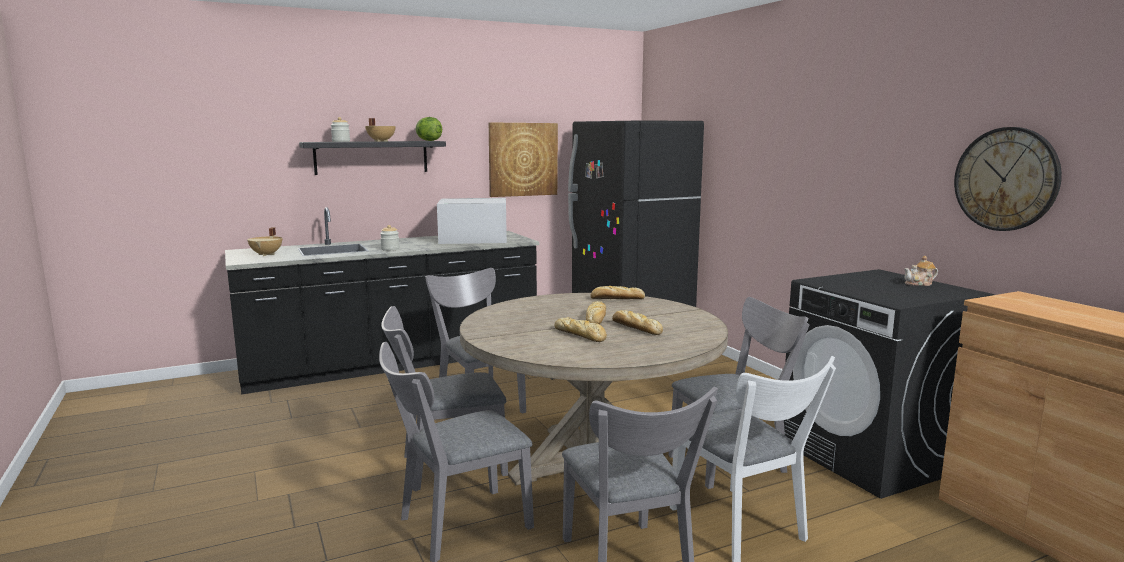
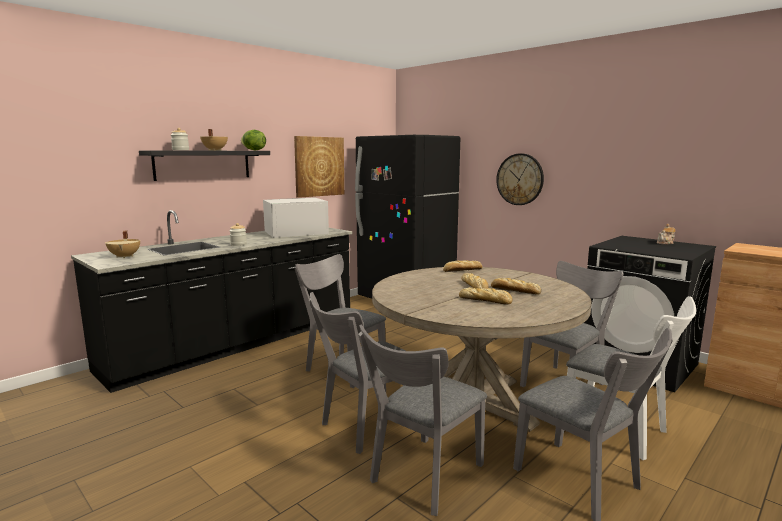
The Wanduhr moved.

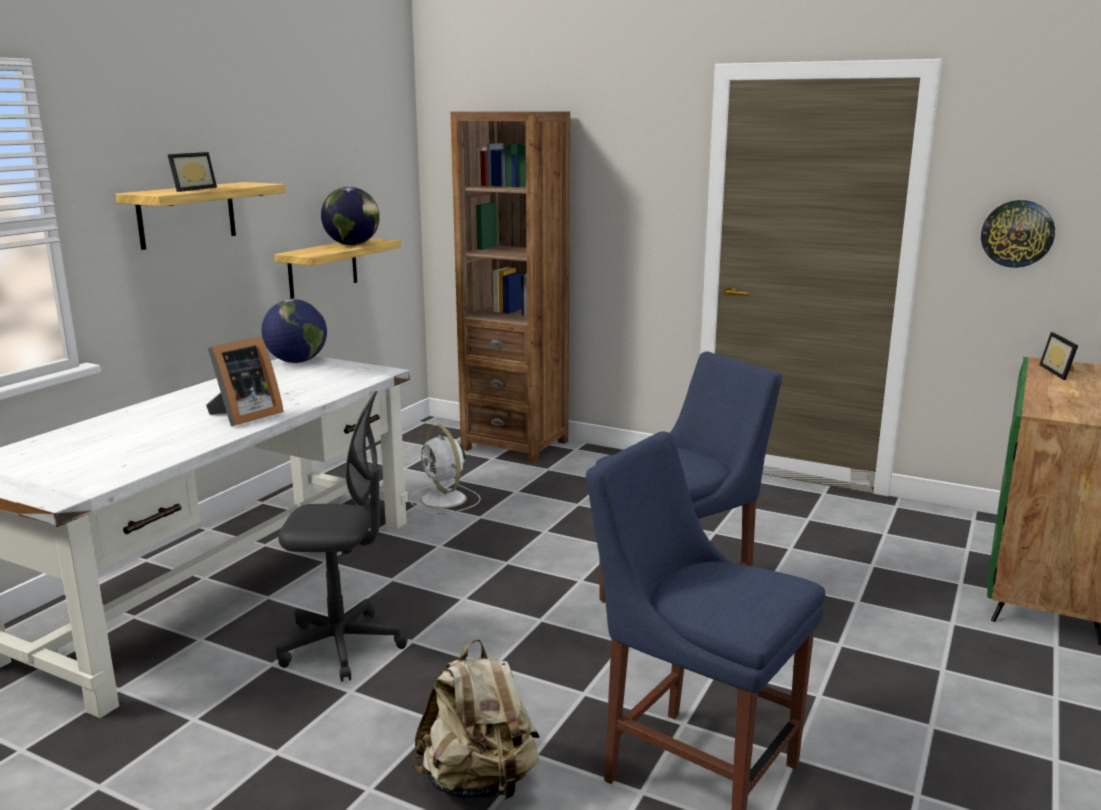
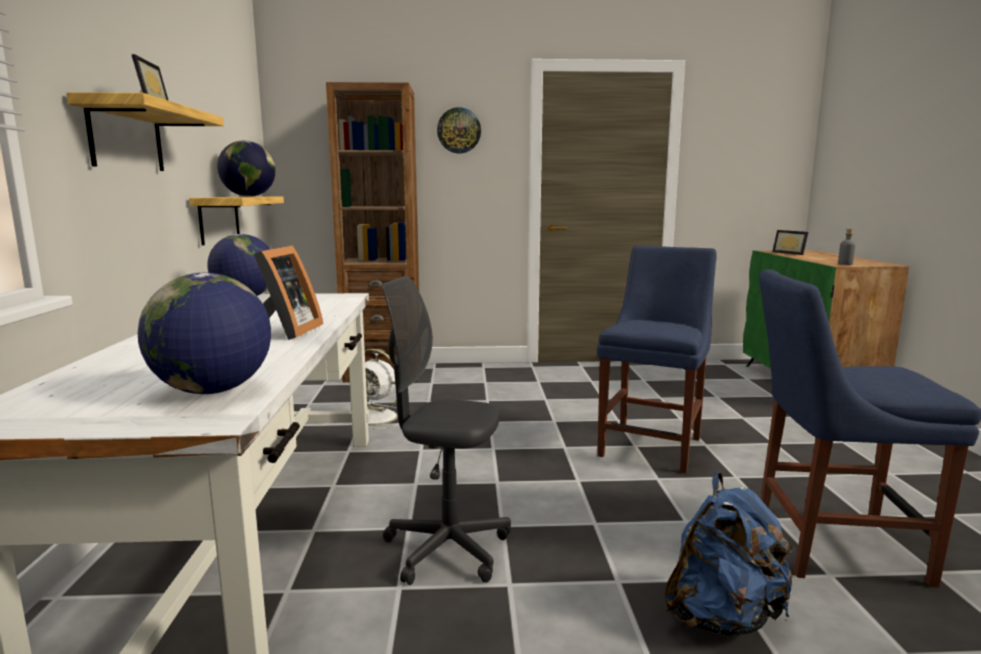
The Wanduhr moved.
The Bürostuhl (grau) turned 135 degrees counterclockwise.
The Rucksack (beige) became the Rucksack (blau).
The Flasche (grau) appeared.
The Globus (1st from left) appeared.

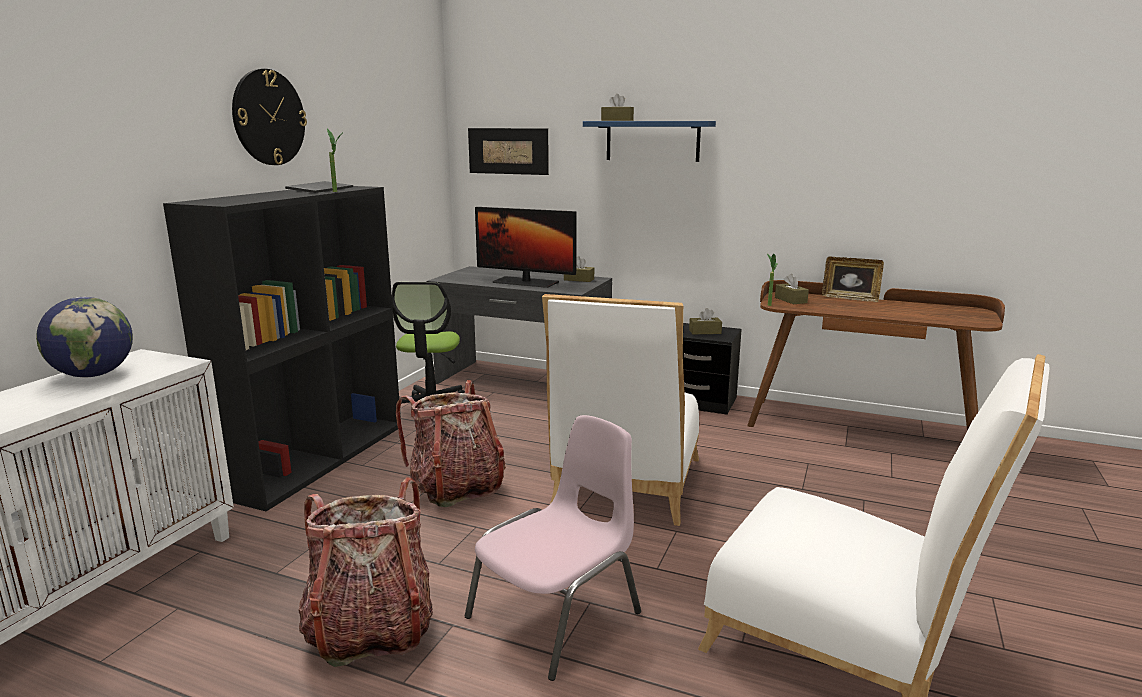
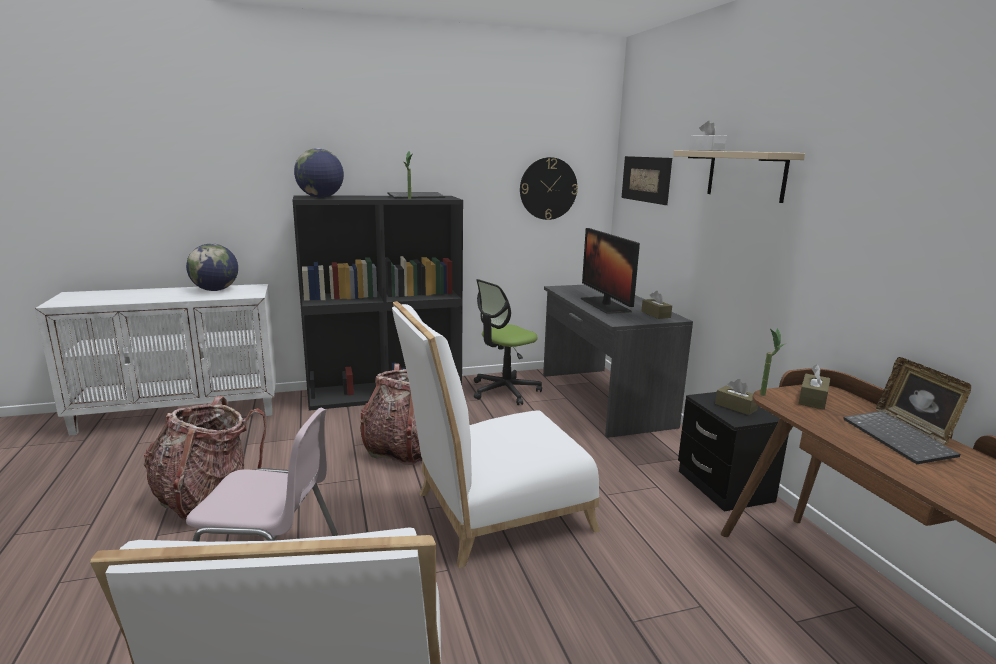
The Wanduhr moved.
The Taschentuchbox (braun) (2nd from left) became the Taschentuchbox (weiß).
The Wandregal (blau) became the Wandregal (beige).
The Globus (2nd from left) appeared.
The Tastatur (2nd from left) appeared.

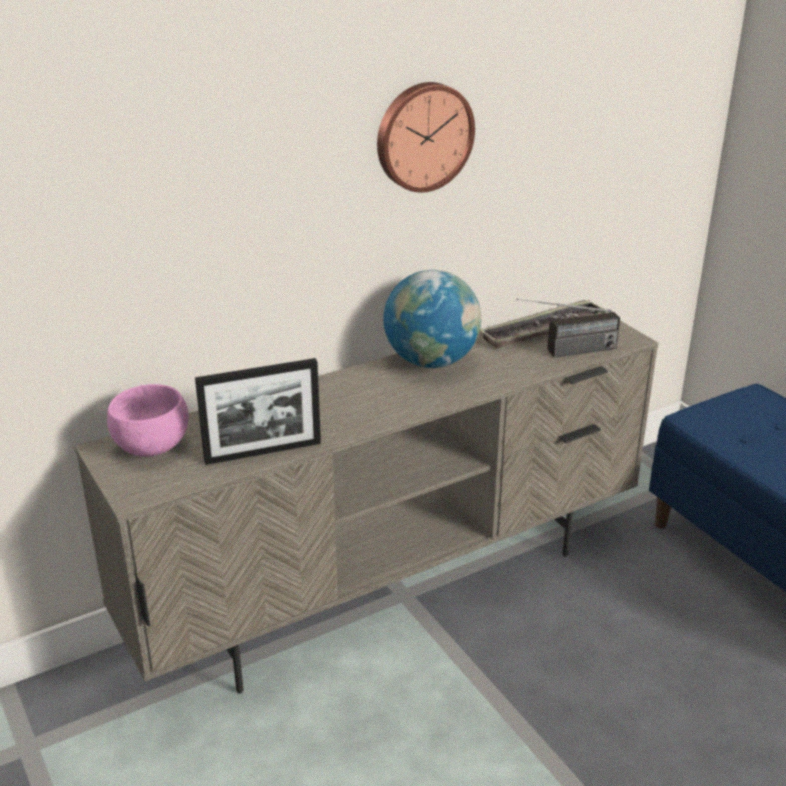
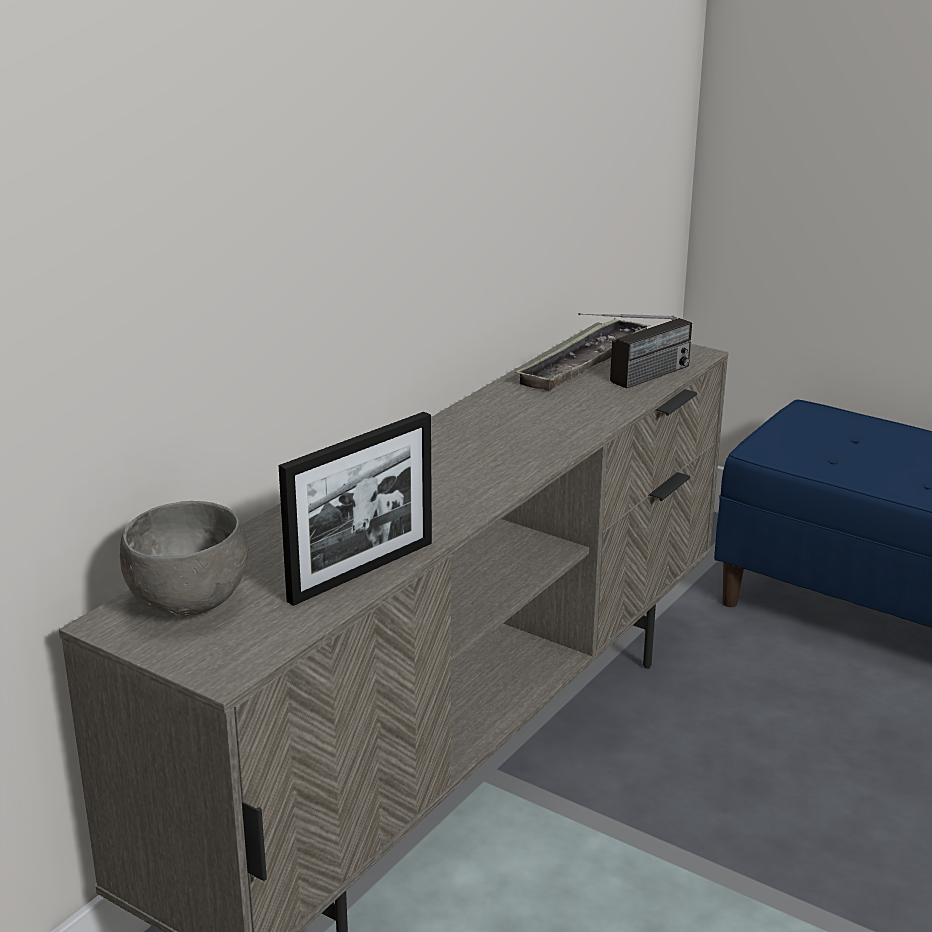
The Wanduhr disappeared.
The Globus disappeared.
The Schüssel (rosa) became the Schüssel (grau).

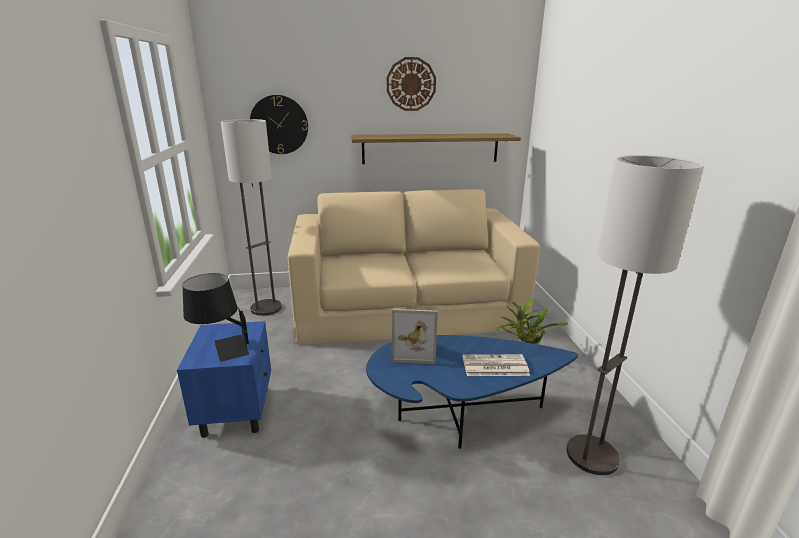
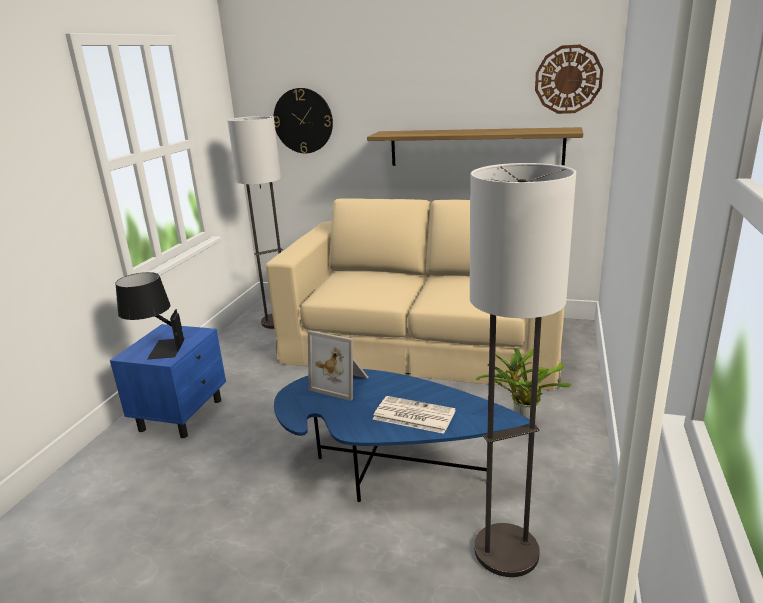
The Wanduhr (2nd from left) moved.

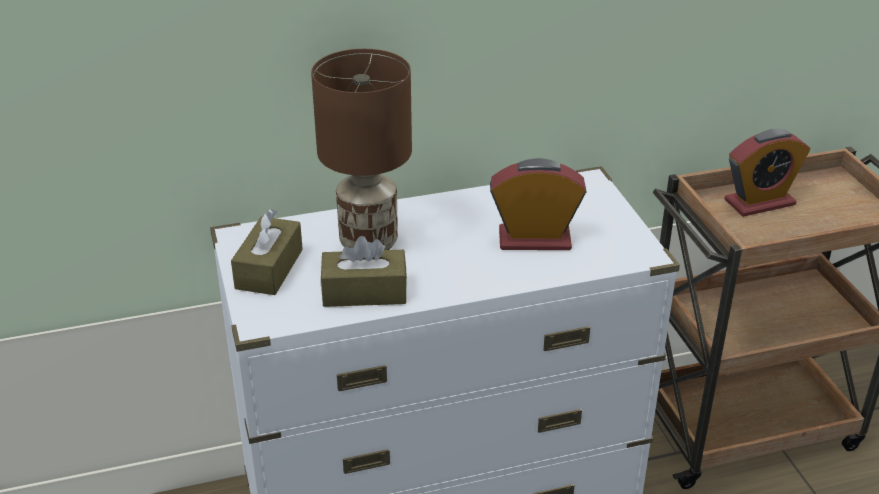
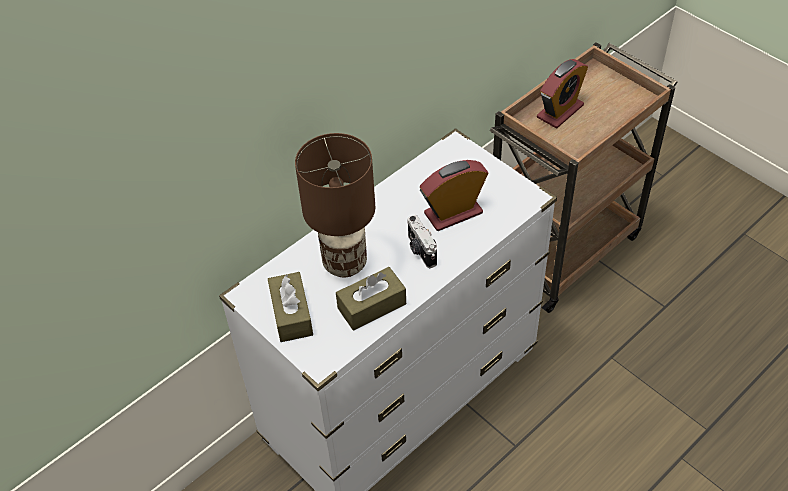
The Kamera appeared.

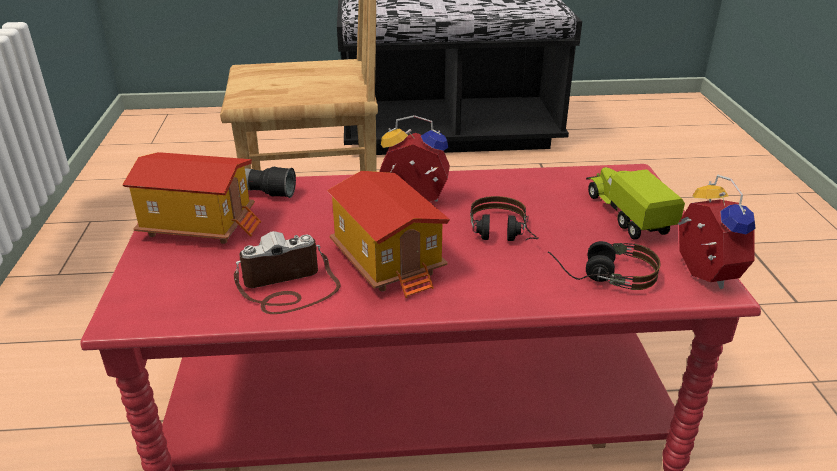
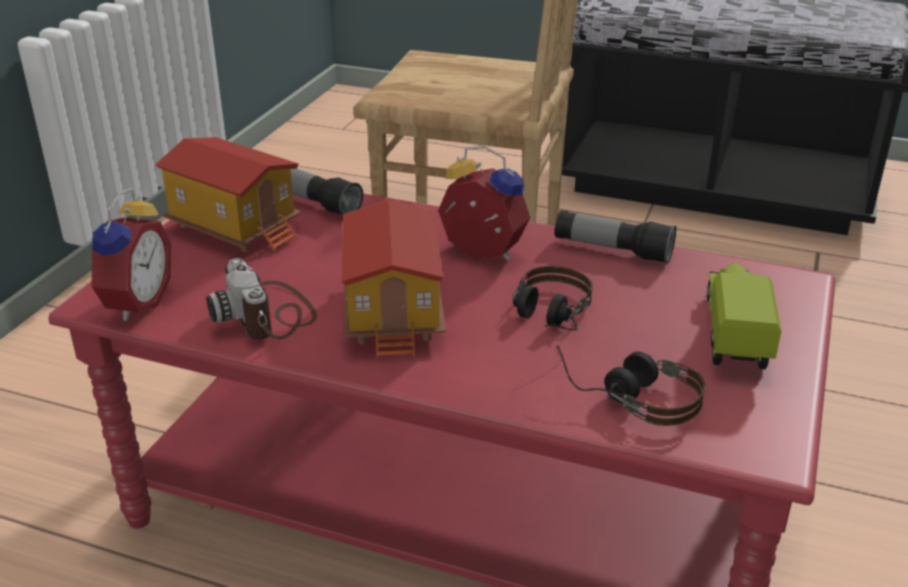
The Wecker (2nd from left in the first image) moved.
The Kamera turned 120 degrees counterclockwise.
The Taschenlampe (2nd from left) appeared.

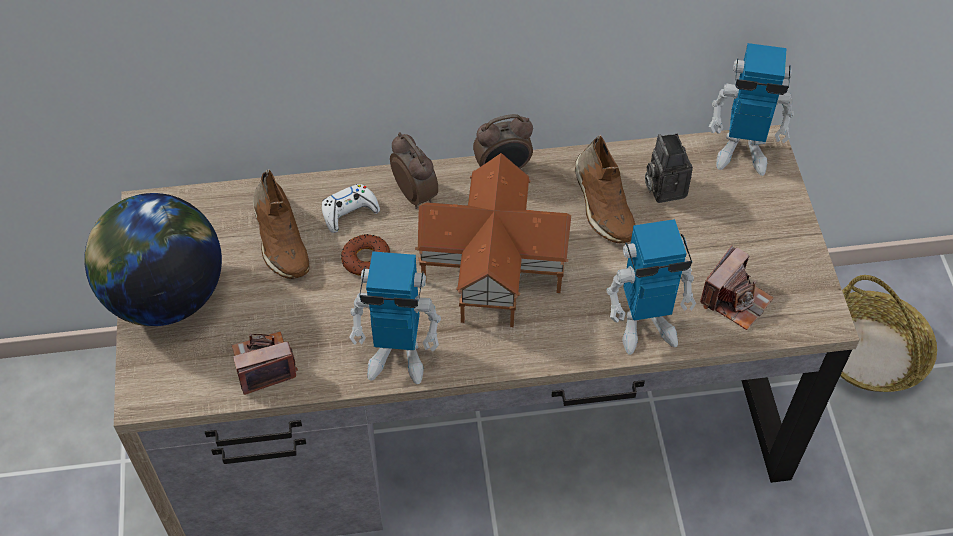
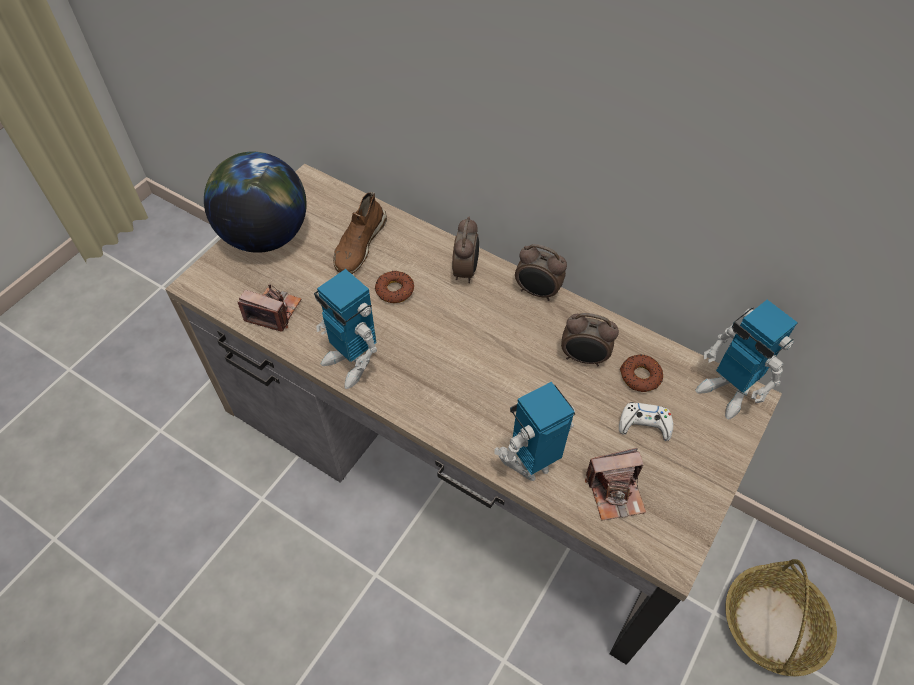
The Kamera (2nd from left) was replaced by the Donut (2nd from left).
The Schuh (braun) (2nd from left) was replaced by the Wecker (3rd from left).
The Spielzeughaus disappeared.
The Gamepad (weiß) moved.
The Spielzeugroboter (2nd from left) turned 120 degrees clockwise.

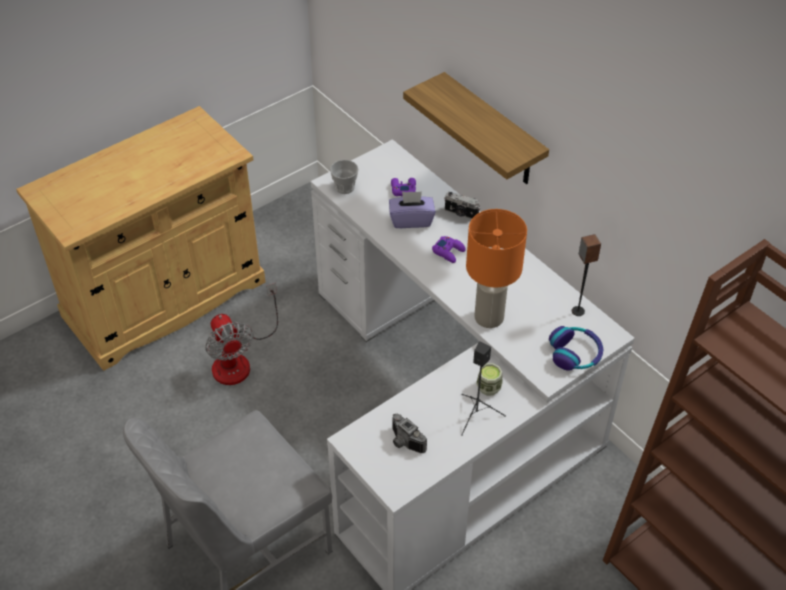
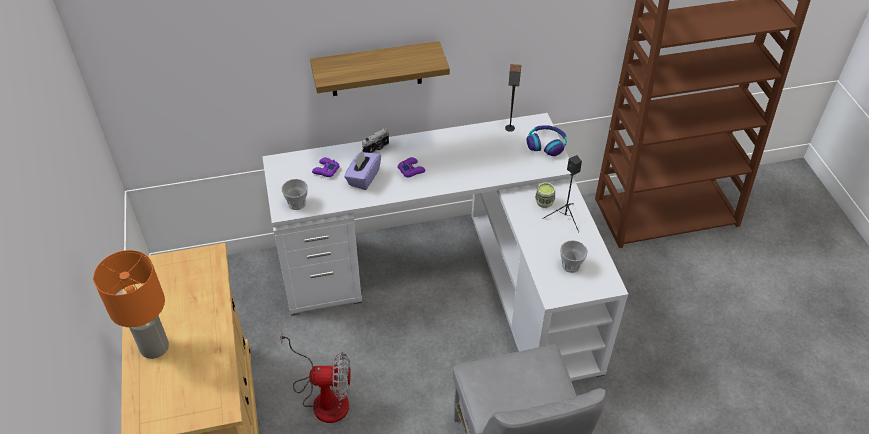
The Tischlampe (orange) moved.
The Kamera (1st from left) was replaced by the Tasse (3rd from left).

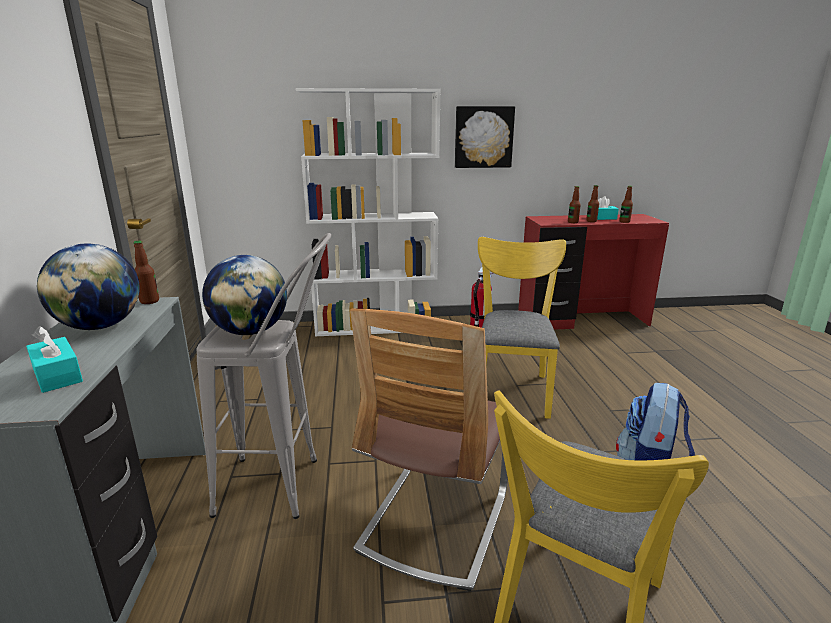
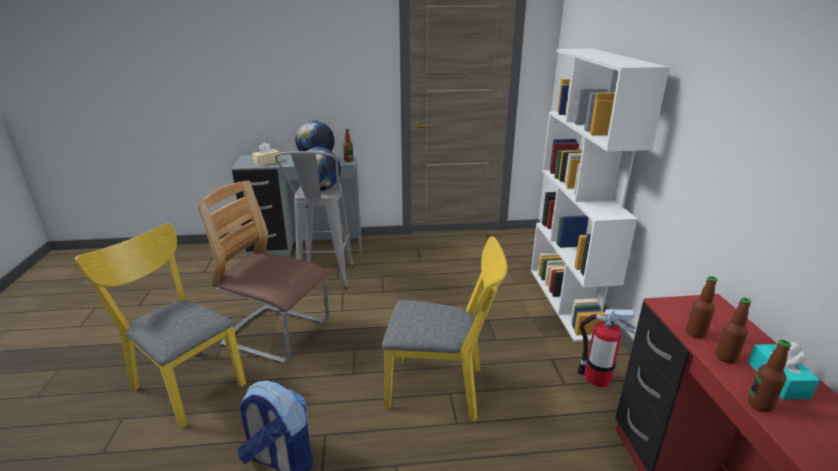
The Bild disappeared.
The Taschentuchbox (türkis) (1st from left) became the Taschentuchbox (beige).

